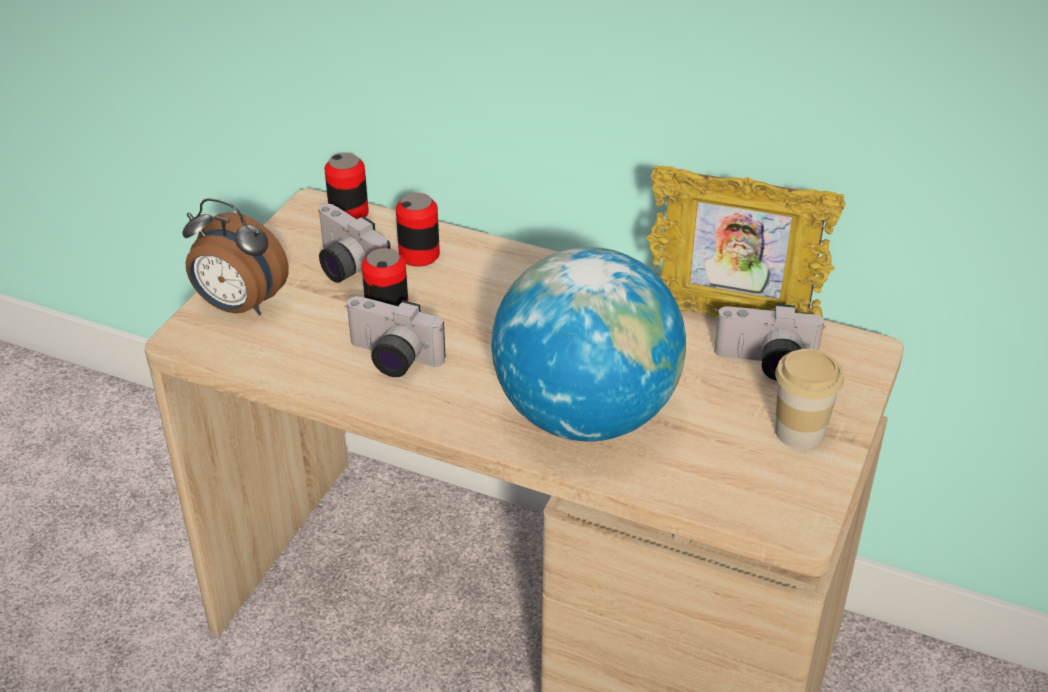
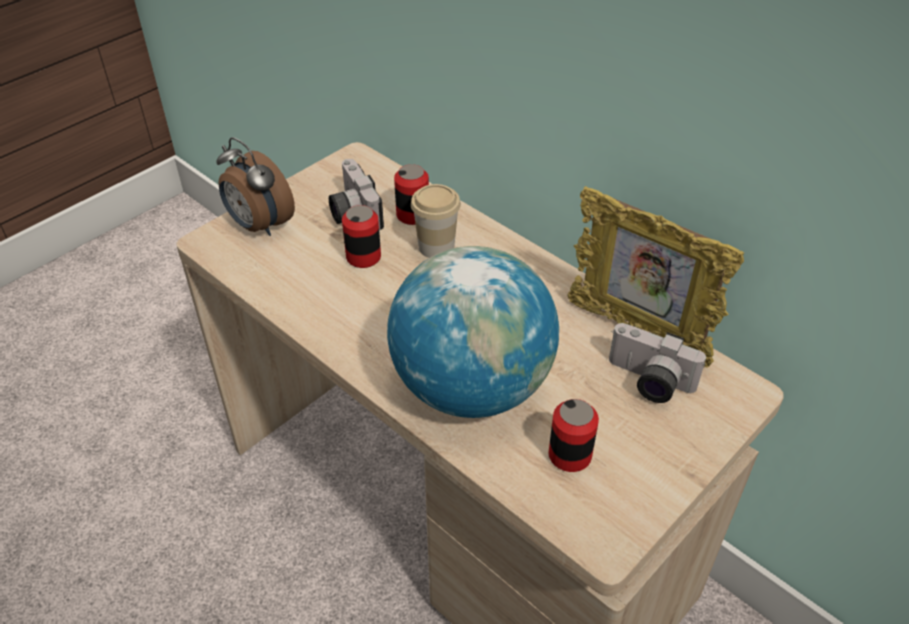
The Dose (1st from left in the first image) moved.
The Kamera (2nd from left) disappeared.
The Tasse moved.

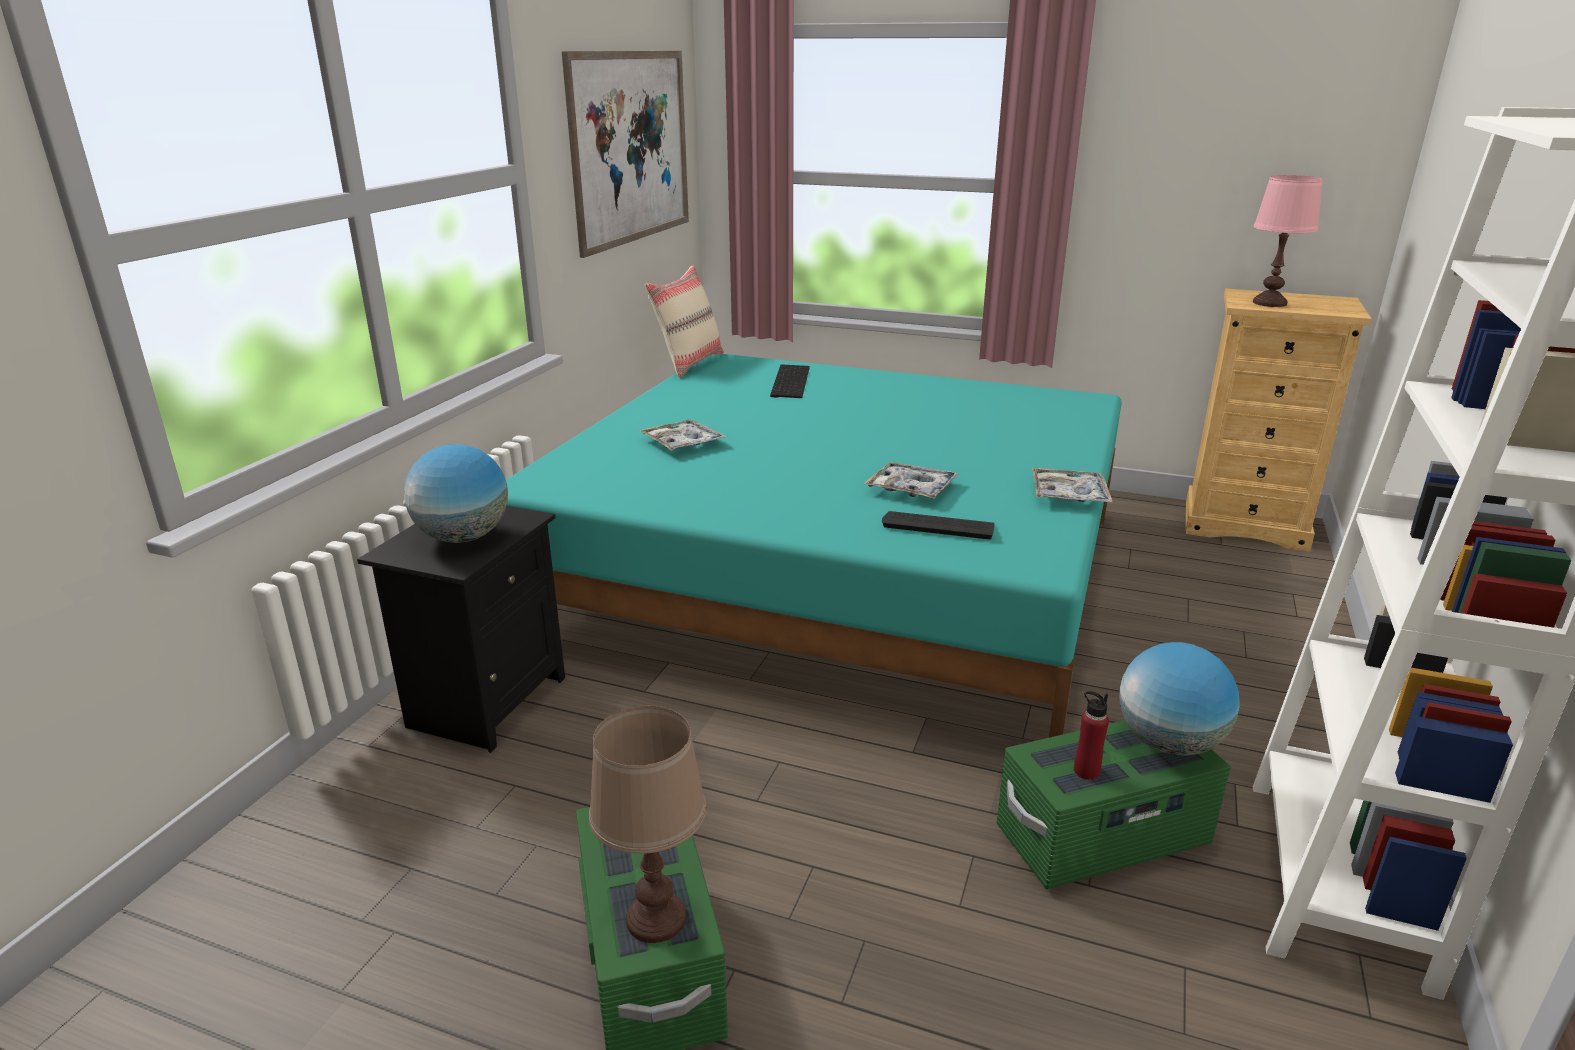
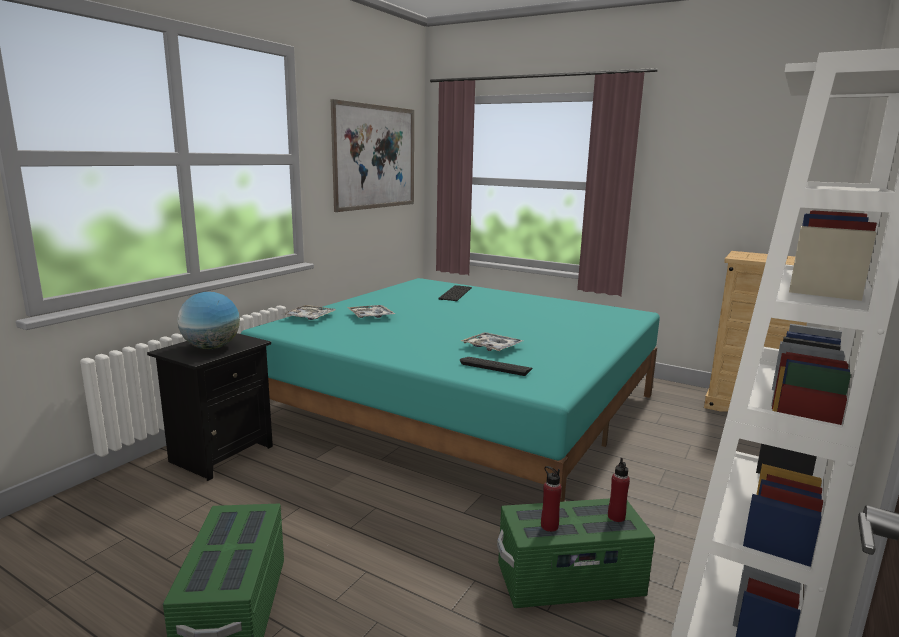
The Tischlampe (rosa) disappeared.
The Kissen (beige) disappeared.
The Tablett (3rd from left in the first image) moved.
The Globus (2nd from left) was replaced by the Flasche (rot) (2nd from left).
The Tischlampe (braun) disappeared.

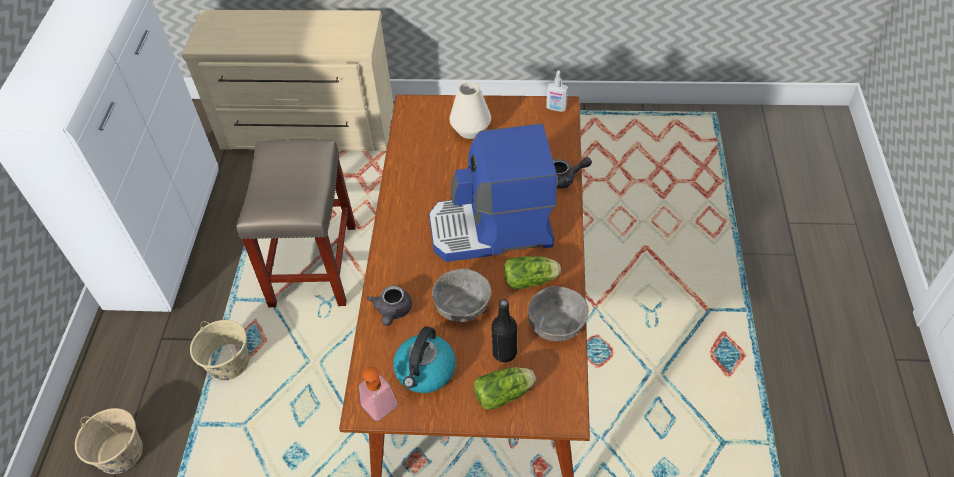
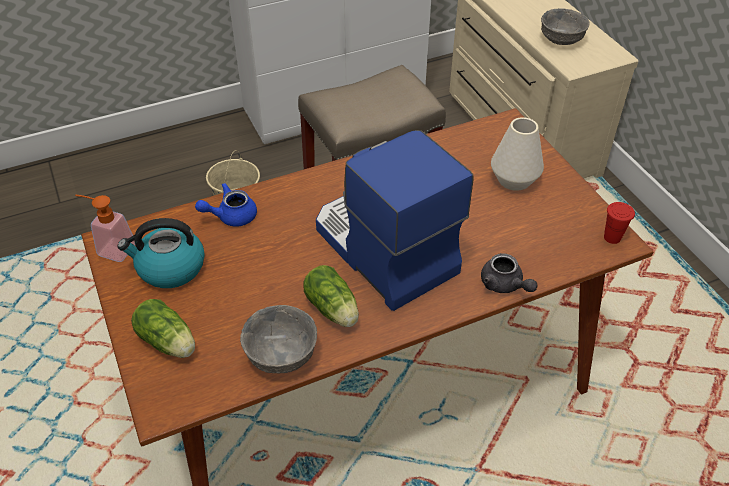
The Seifenspender (2nd from left) was replaced by the Tasse (rot).
The Schüssel (grau) (1st from left in the first image) moved.
The Teekanne (grau) (1st from left) became the Teekanne (blau).
The Flasche (schwarz) disappeared.
The Eimer (beige) (1st from left) disappeared.

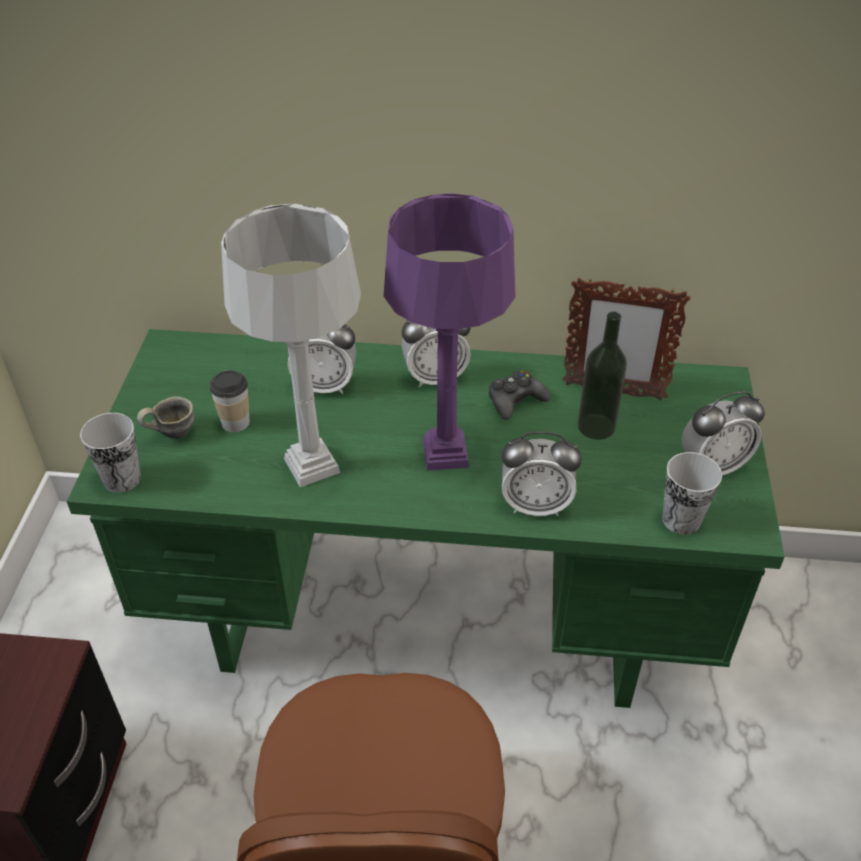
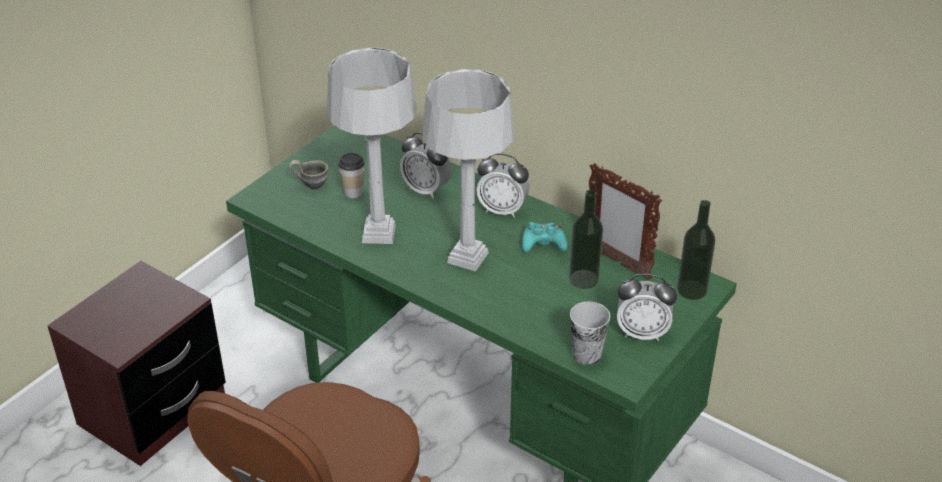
The Tischlampe (lila) became the Tischlampe (grau) (2nd from left).
The Gamepad (schwarz) became the Gamepad (türkis).
The Tasse (1st from left) disappeared.
The Wecker (3rd from left) disappeared.
The Flasche (2nd from left) appeared.

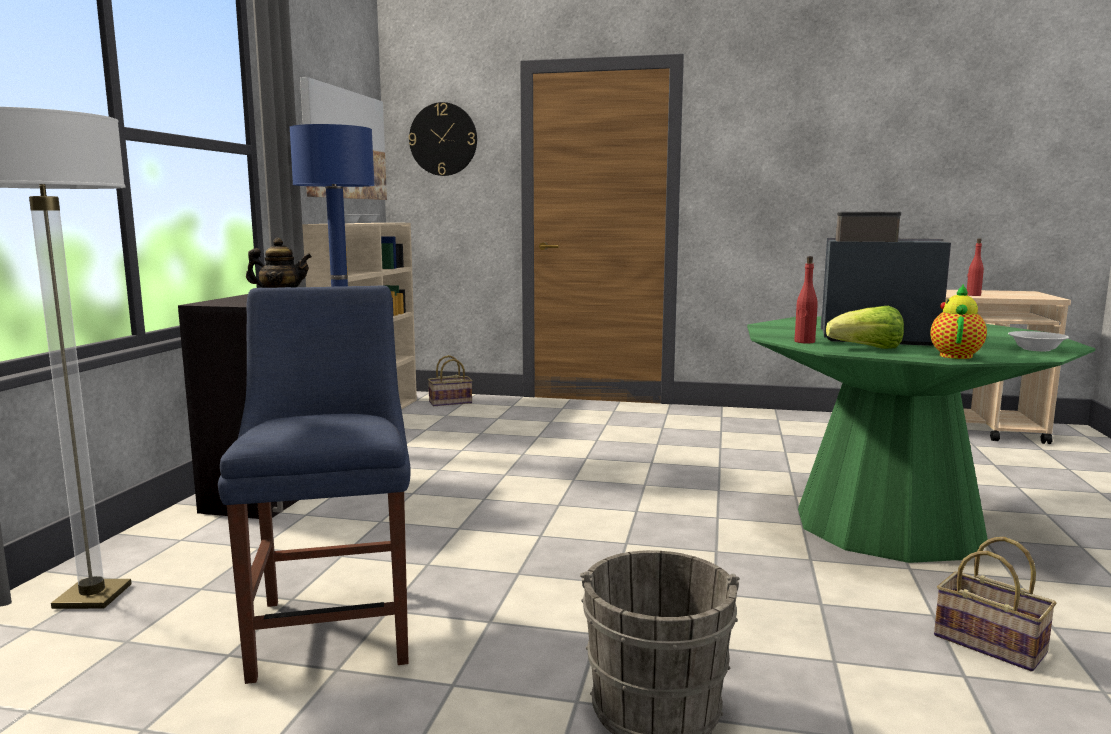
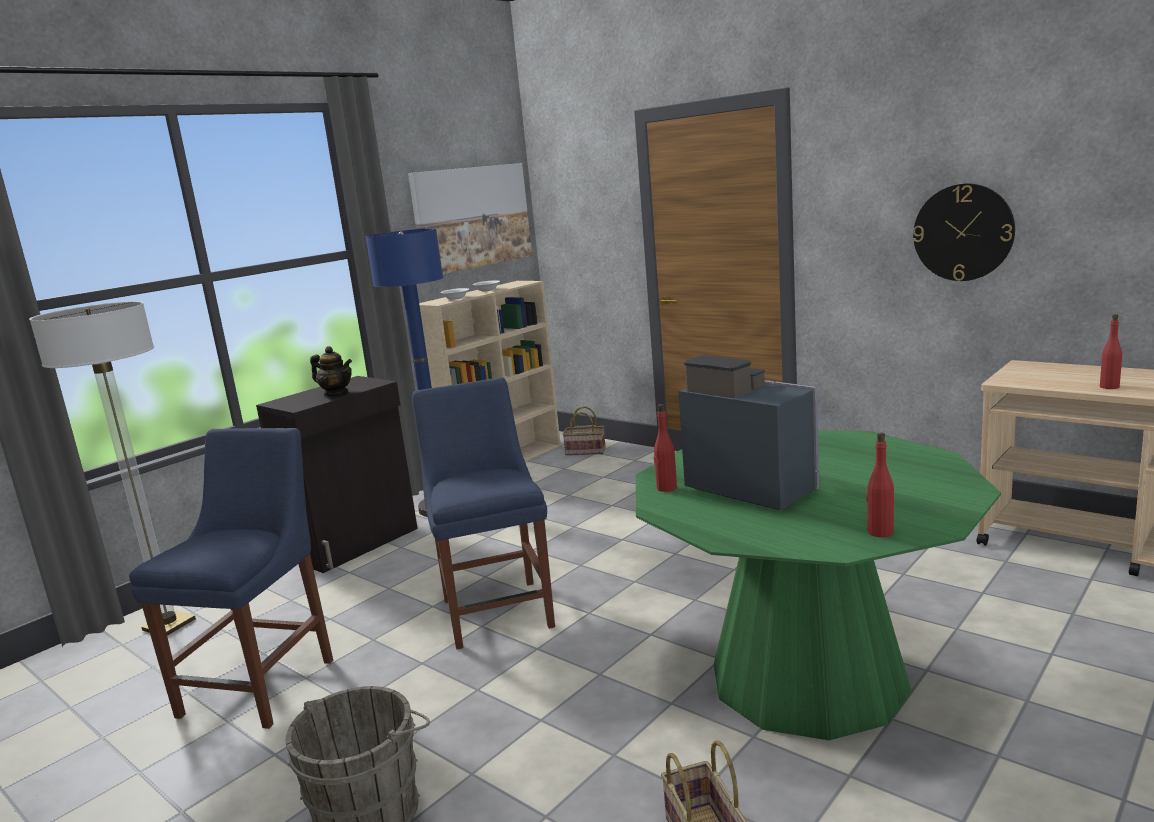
The Wanduhr moved.
The Teekanne (2nd from left) disappeared.
The Salatkopf disappeared.
The Schüssel (weiß) (3rd from left) was replaced by the Flasche (rot) (2nd from left).
The Stuhl (blau) (2nd from left) appeared.

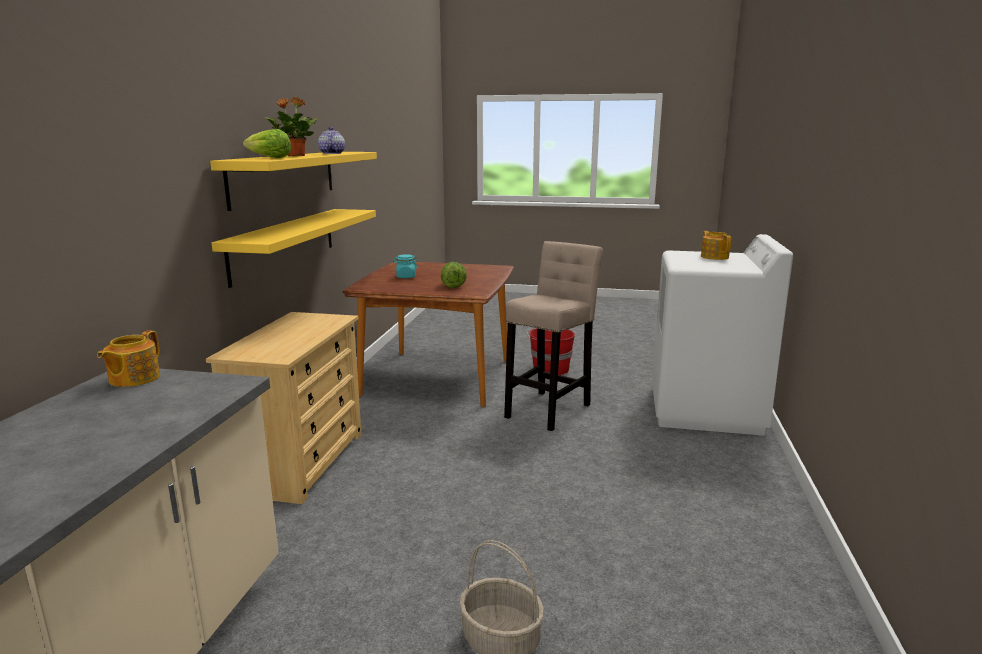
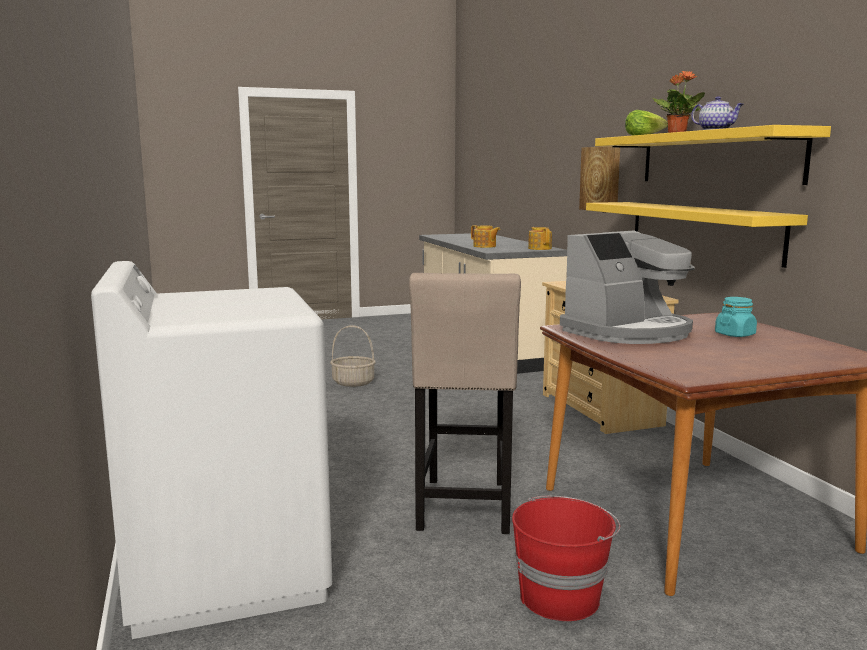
The Teekanne (3rd from left in the first image) moved.
The Salatkopf (2nd from left) was replaced by the Kaffeemaschine.
The Bild appeared.

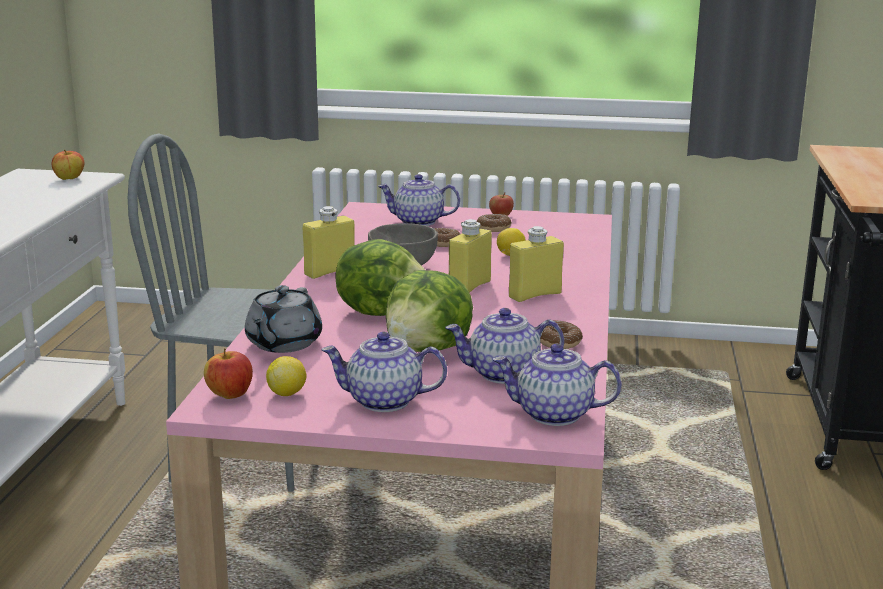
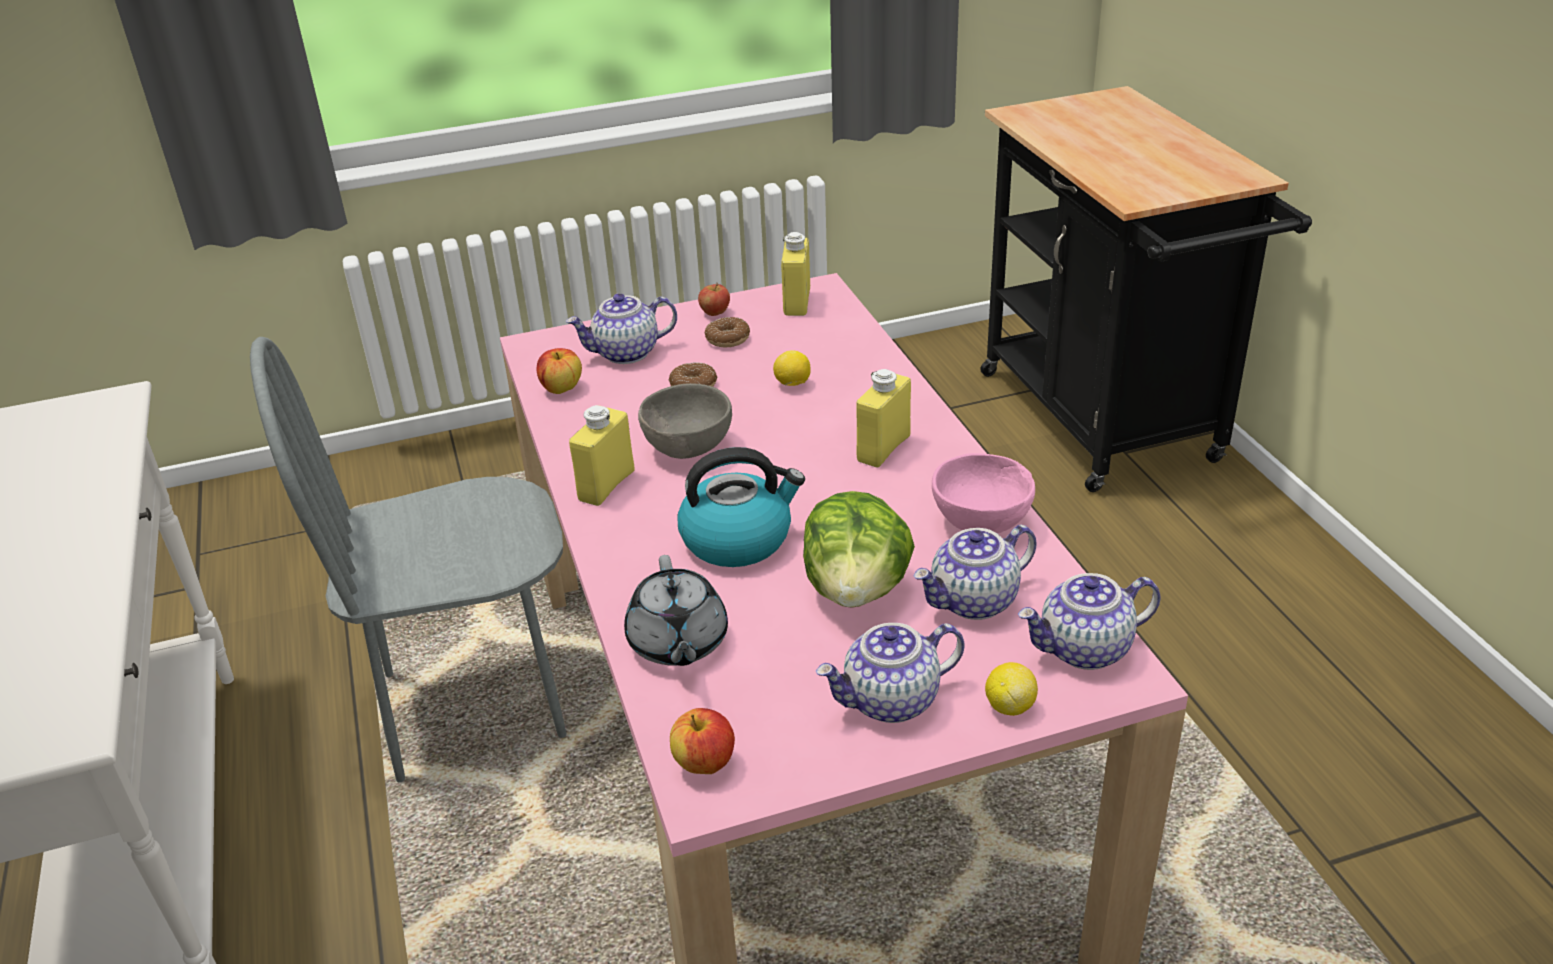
The Apfel (1st from left) moved.
The Flasche (gelb) (2nd from left) moved.
The Salatkopf (1st from left) was replaced by the Wasserkessel.
The Donut (3rd from left) was replaced by the Schüssel (rosa).
The Zitrone (1st from left in the first image) moved.

